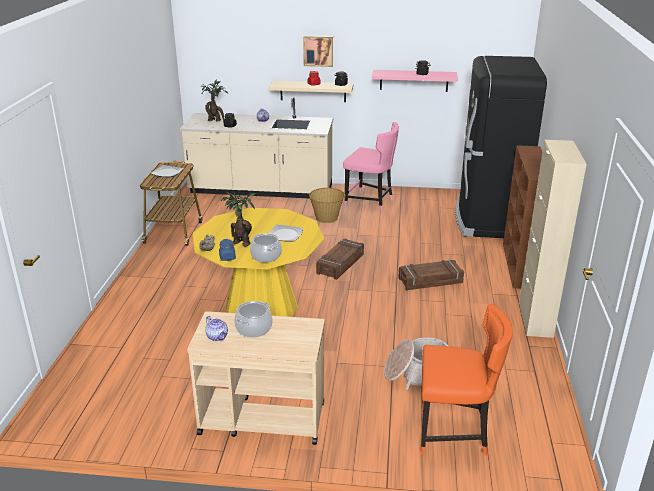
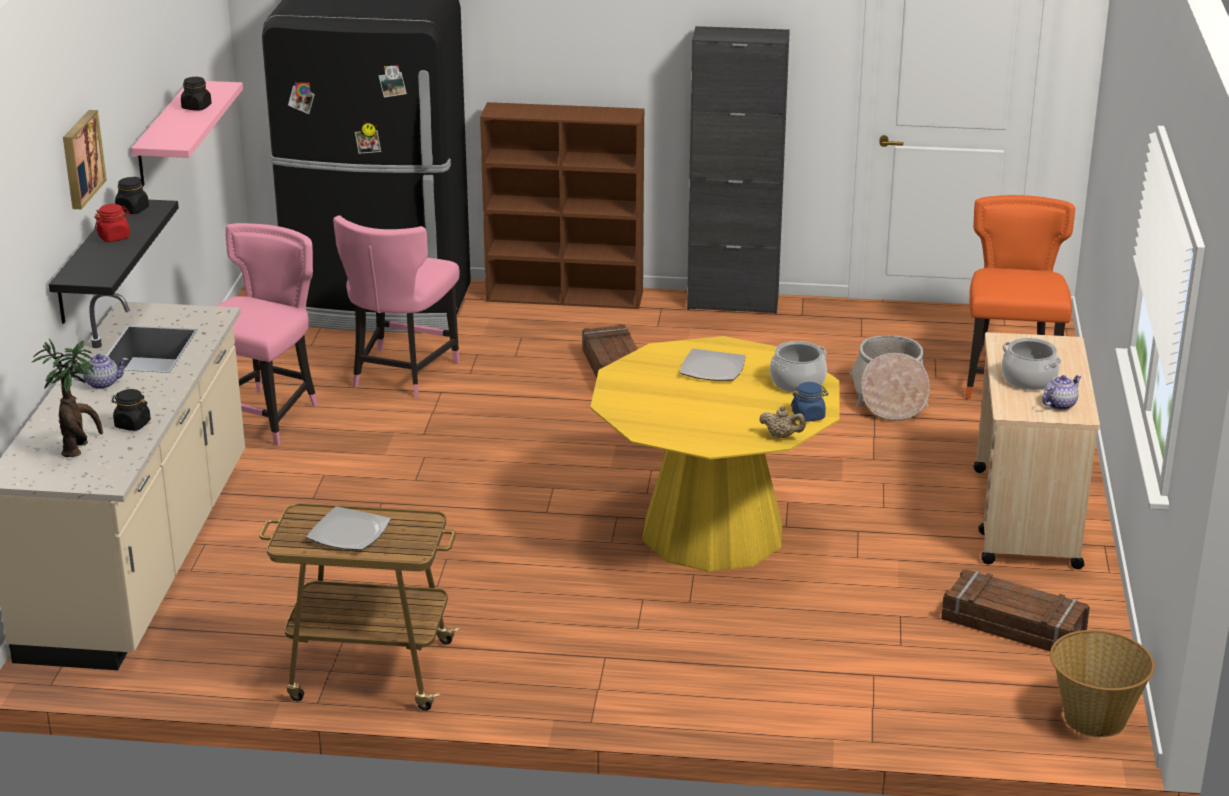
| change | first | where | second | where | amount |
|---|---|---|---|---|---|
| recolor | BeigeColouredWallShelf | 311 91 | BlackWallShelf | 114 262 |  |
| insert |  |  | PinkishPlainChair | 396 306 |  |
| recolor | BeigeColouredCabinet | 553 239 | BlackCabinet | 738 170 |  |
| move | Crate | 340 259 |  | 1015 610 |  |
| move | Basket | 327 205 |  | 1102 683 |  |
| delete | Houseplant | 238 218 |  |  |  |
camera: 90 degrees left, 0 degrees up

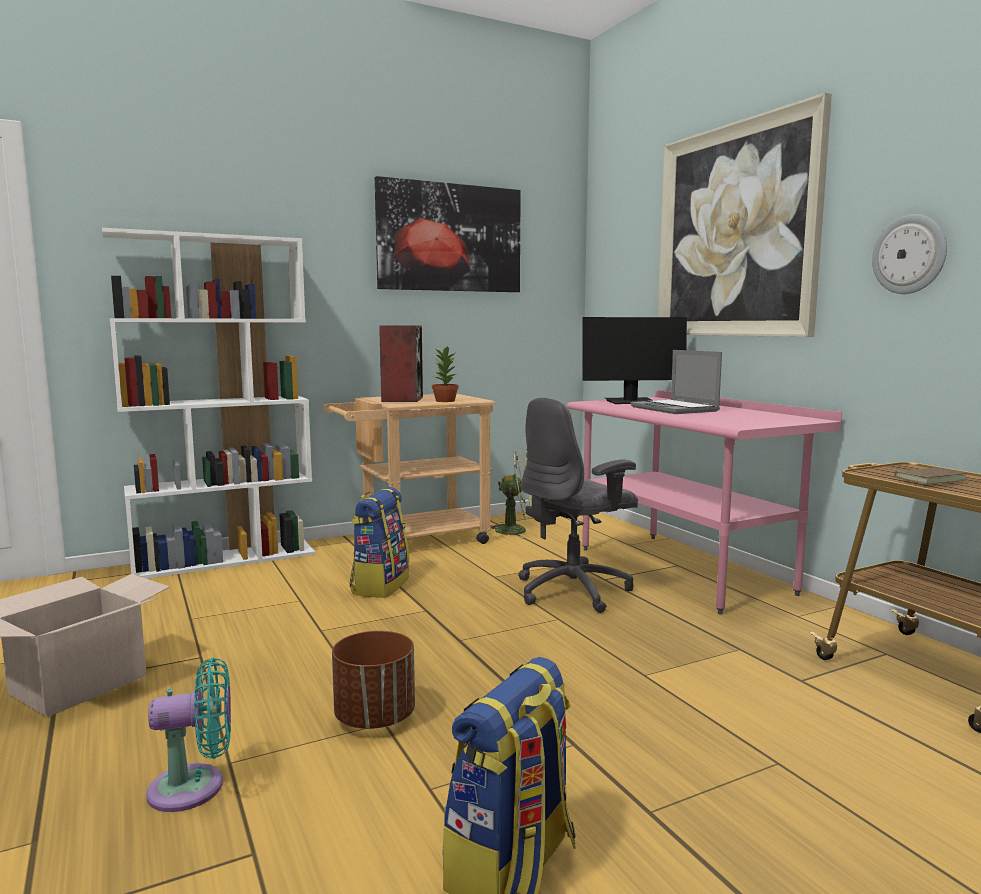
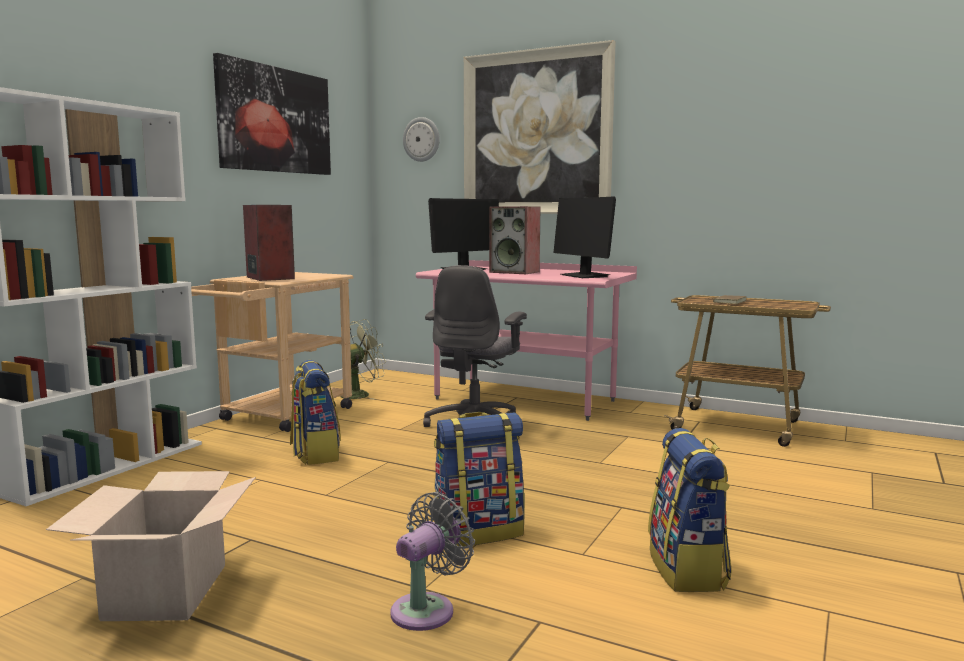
| change | first | where | second | where | amount |
|---|---|---|---|---|---|
| recolor | TurquoiseCoolingFan | 188 735 | GrayCoolingFan | 432 561 |  |
| move | WallClock | 909 254 |  | 421 139 |  |
| replace | BrownFlowerPot | 373 680 | Rucksack | 479 479 |  |
| replace | PortableComputer | 676 382 | Loudspeaker | 514 240 |  |
| insert |  |  | Monitor | 584 237 |  |
| delete | Houseplant | 445 374 |  |  |  |
camera: 35 degrees left, 0 degrees up

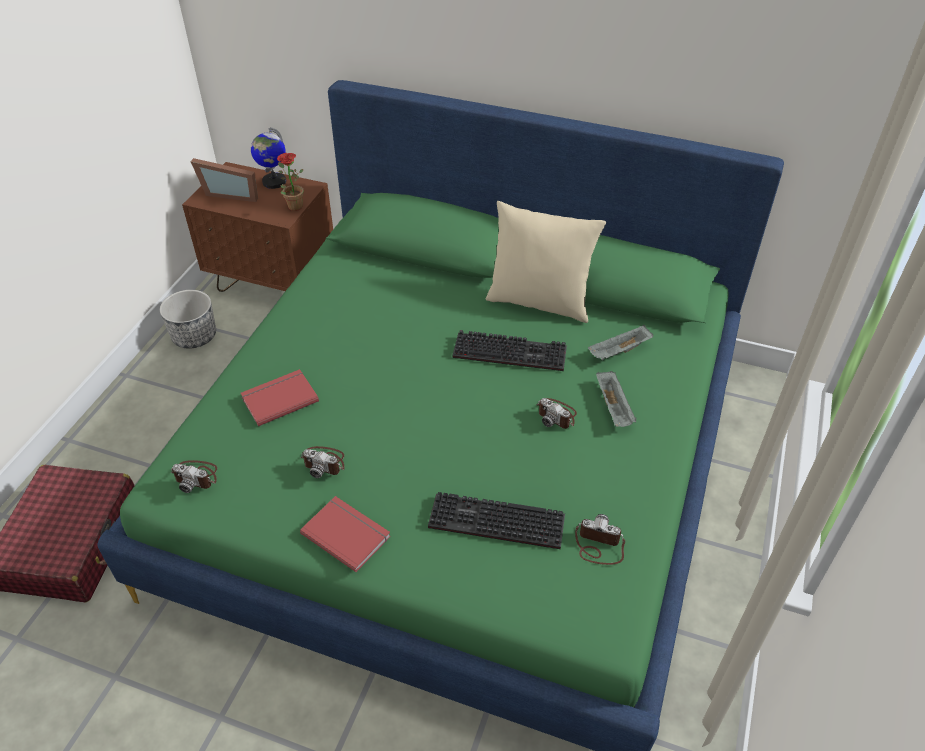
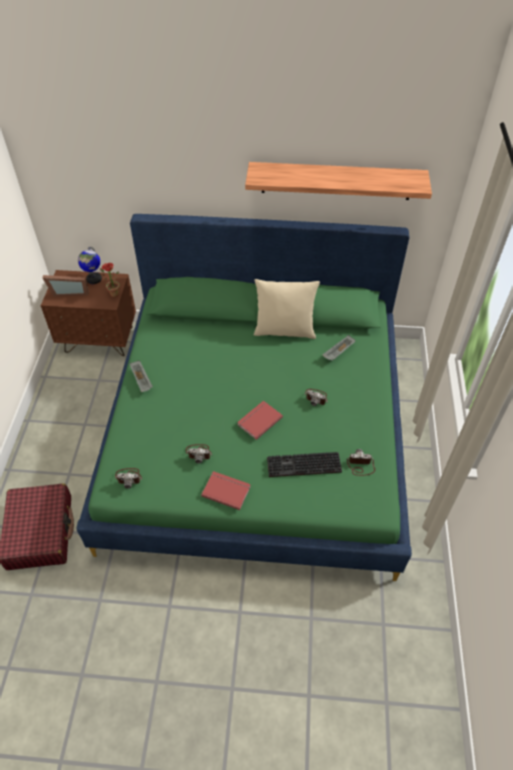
| change | first | where | second | where | amount |
|---|---|---|---|---|---|
| move | GrayServingTray | 616 399 |  | 141 376 |  |
| move | RedColouredVolume | 280 398 |  | 260 420 |  |
| insert |  |  | WallShelf | 338 181 |  |
| delete | FlowerPot | 188 319 |  |  |  |
| delete | PcKeyboard | 509 350 |  |  |  |
camera: 15 degrees left, 5 degrees up

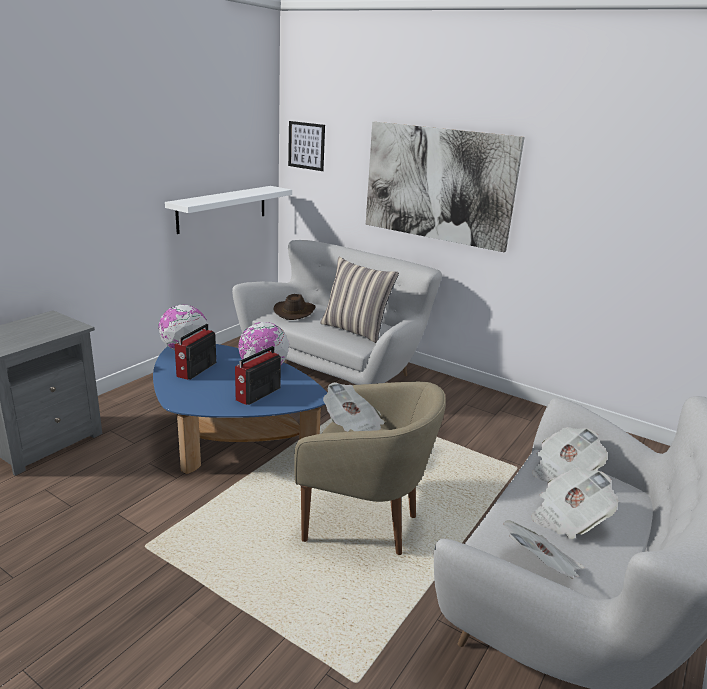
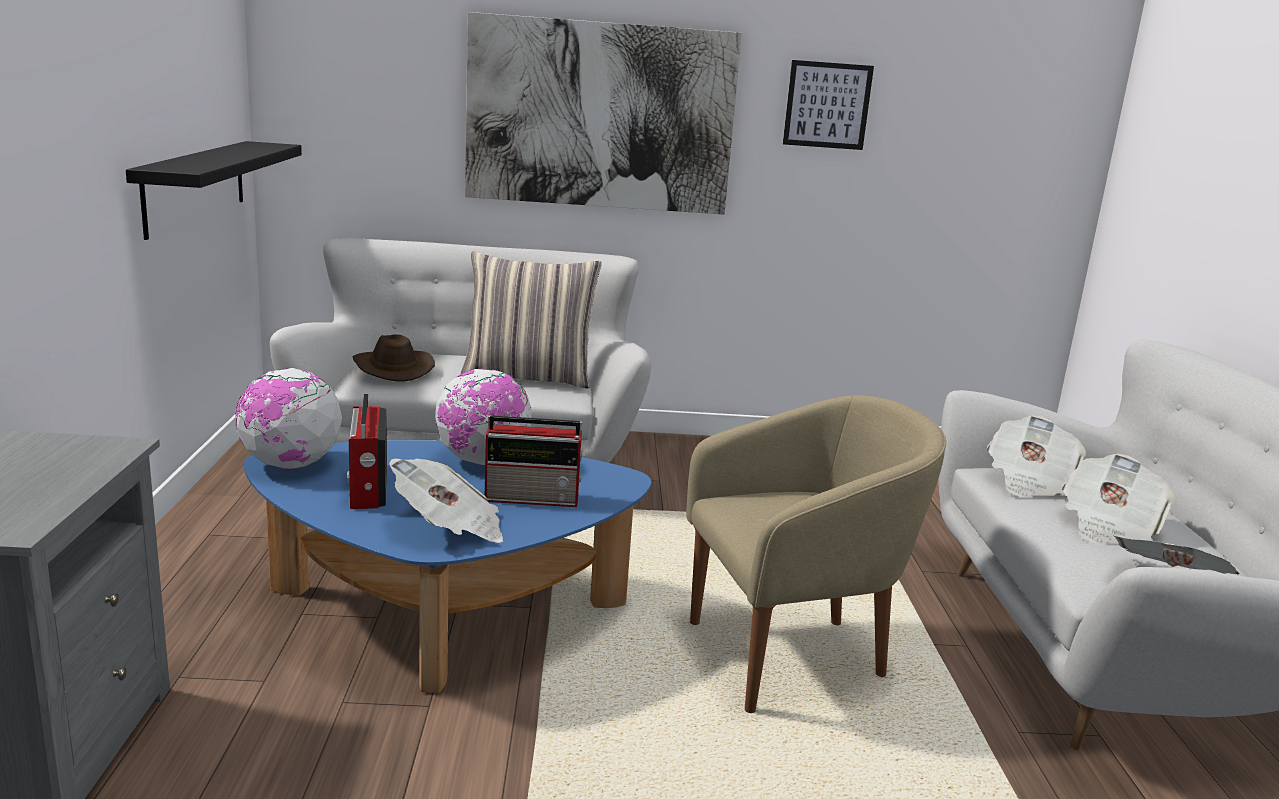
| change | first | where | second | where | amount |
|---|---|---|---|---|---|
| recolor | WhiteColouredWallShelf | 228 210 | BlackWallShelf | 214 190 |  |
| move | DailyPaper | 354 407 |  | 446 500 |  |
| rotate | RadioSet | 258 375 |  | 535 461 | 90 degrees counterclockwise |
| move | WallArt | 306 146 |  | 828 105 |  |
camera: 35 degrees left, 5 degrees down

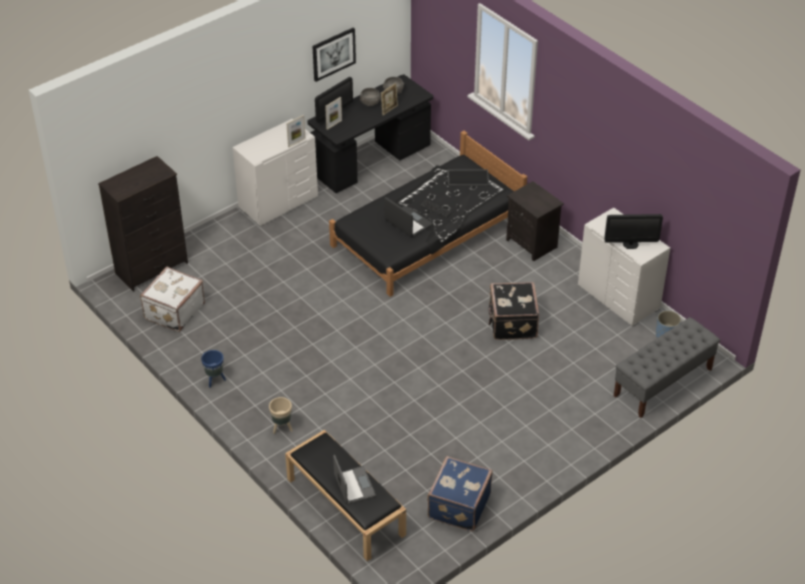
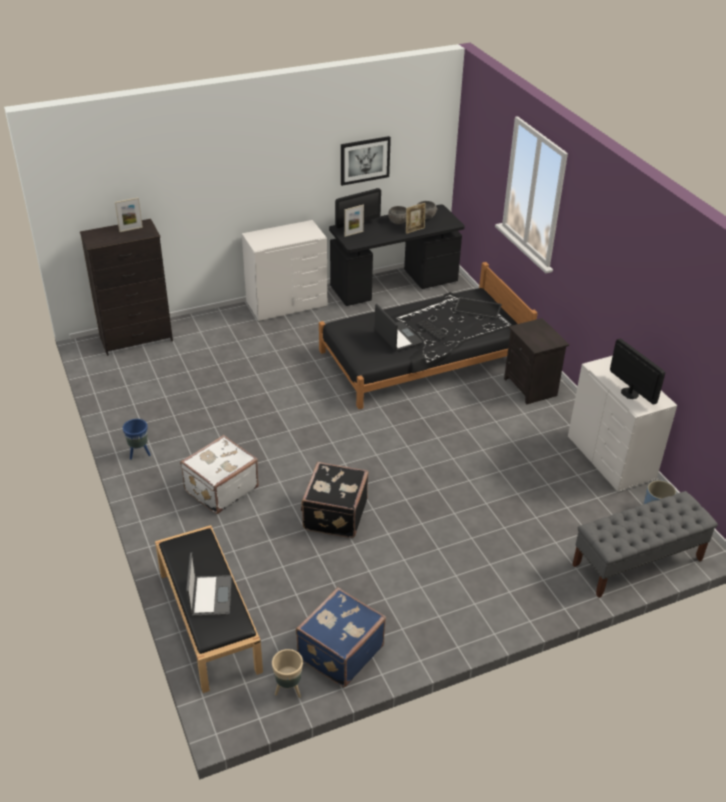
| change | first | where | second | where | amount |
|---|---|---|---|---|---|
| move | StandingFrame | 296 131 |  | 129 215 |  |
| move | WhiteColouredPieceOfLuggage | 172 299 |  | 219 474 |  |
| move | BeigeColouredFlowerPot | 281 415 |  | 287 673 |  |
| move | BlackPieceOfLuggage | 513 311 |  | 335 500 |  |
| rotate | Monitor | 633 231 |  | 637 372 | 135 degrees counterclockwise |
camera: 15 degrees right, 5 degrees down

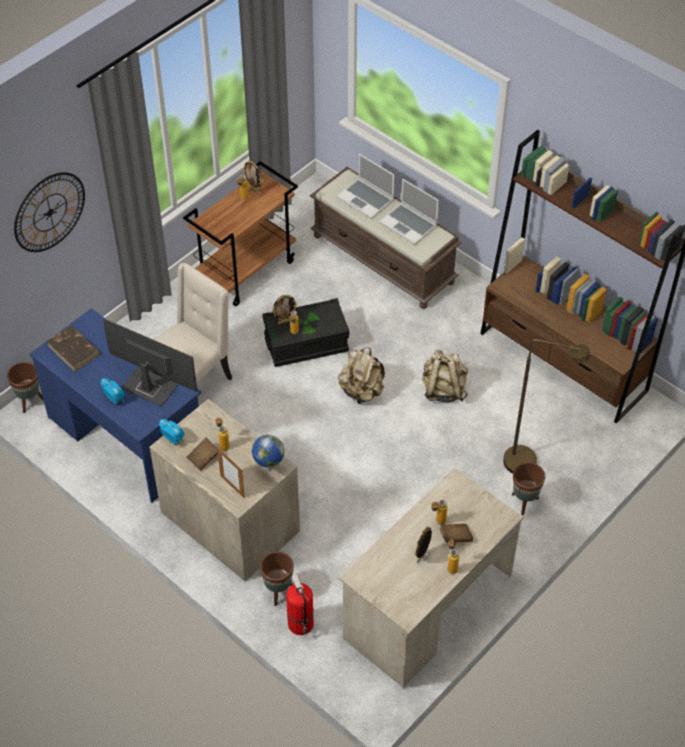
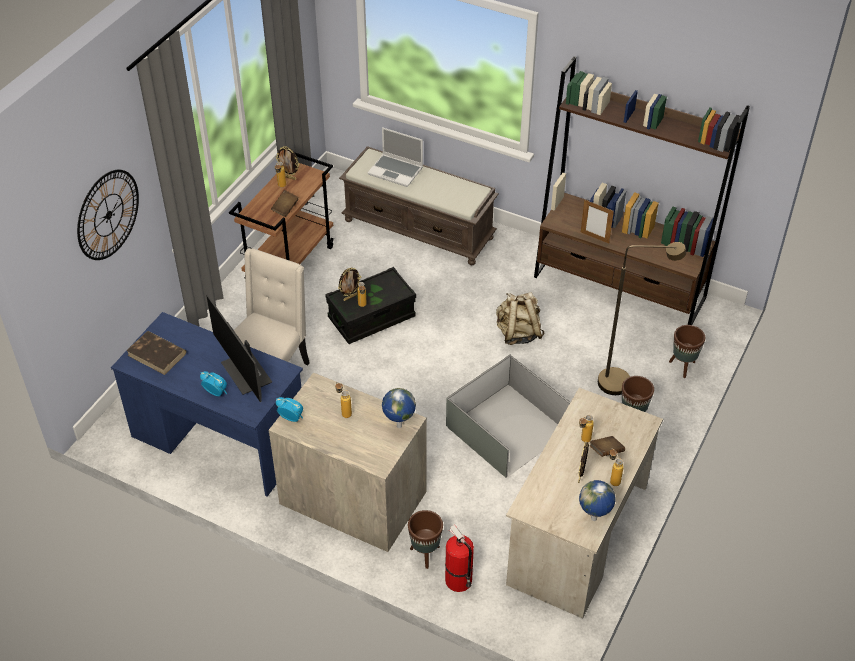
| change | first | where | second | where | amount |
|---|---|---|---|---|---|
| rotate | Monitor | 150 362 |  | 239 348 | 135 degrees counterclockwise |
| move | BrownVolume | 202 454 |  | 285 203 |  |
| insert |  |  | GrayStorageBox | 508 416 |  |
| insert |  |  | Globe | 597 500 |  |
| move | StandingFrame | 231 472 |  | 597 221 |  |
| move | BrownFlowerPot | 25 387 |  | 687 351 |  |
| delete | BeigeColouredRucksack | 361 375 |  |  |  |
| delete | PortableComputer | 409 212 |  |  |  |
camera: 15 degrees left, 5 degrees down

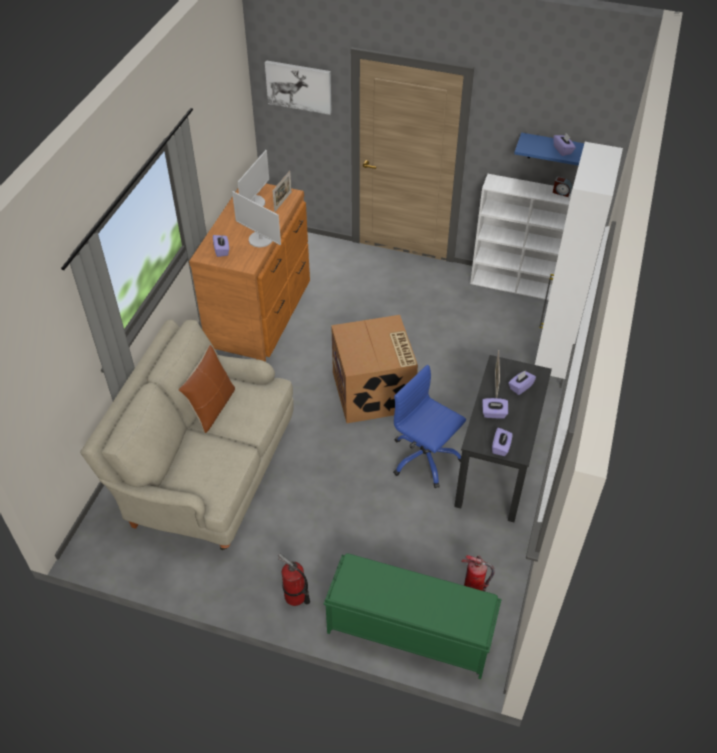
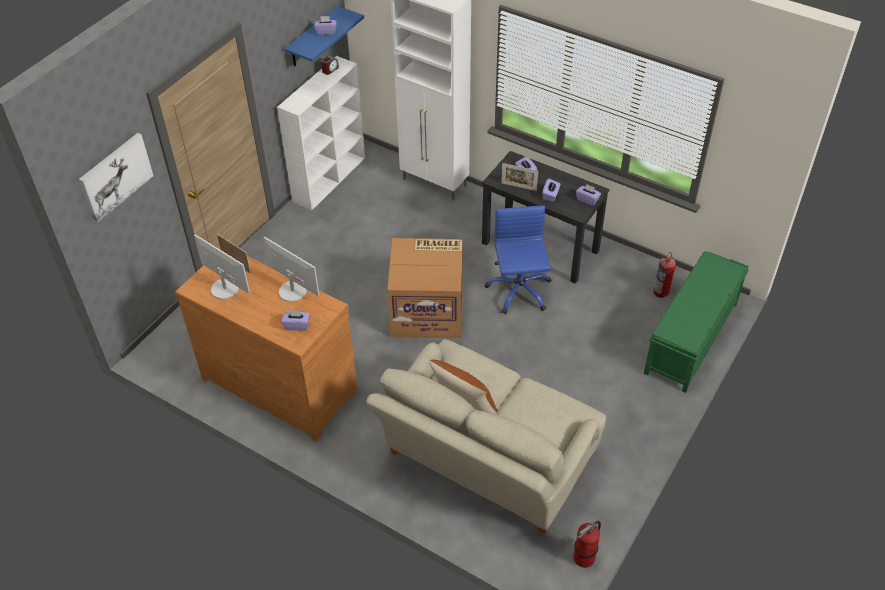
| change | first | where | second | where | amount |
|---|---|---|---|---|---|
| rotate | Monitor | 256 219 |  | 291 269 | 105 degrees counterclockwise |
| rotate | BlueOfficeChair | 429 426 |  | 518 259 | 120 degrees clockwise |
| move | FireExtinguisher | 294 580 |  | 587 544 |  |
camera: 75 degrees left, 0 degrees up

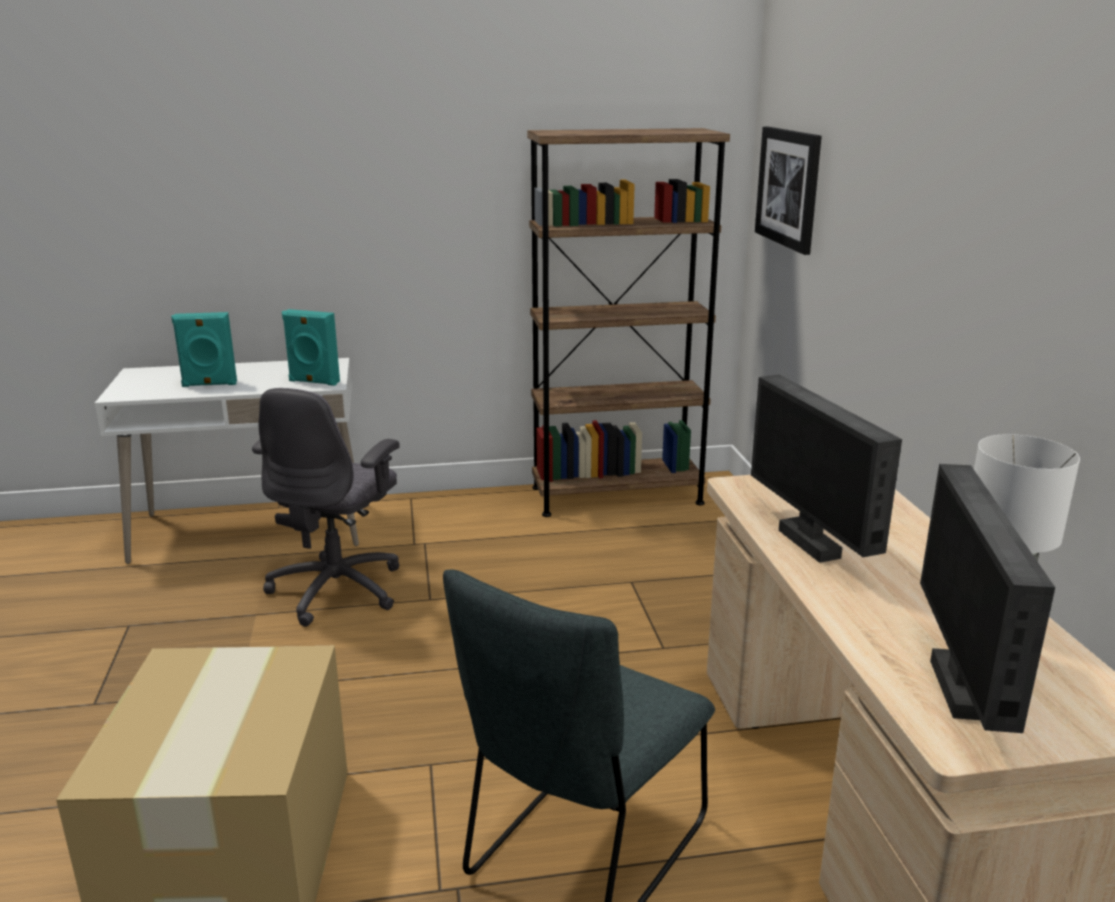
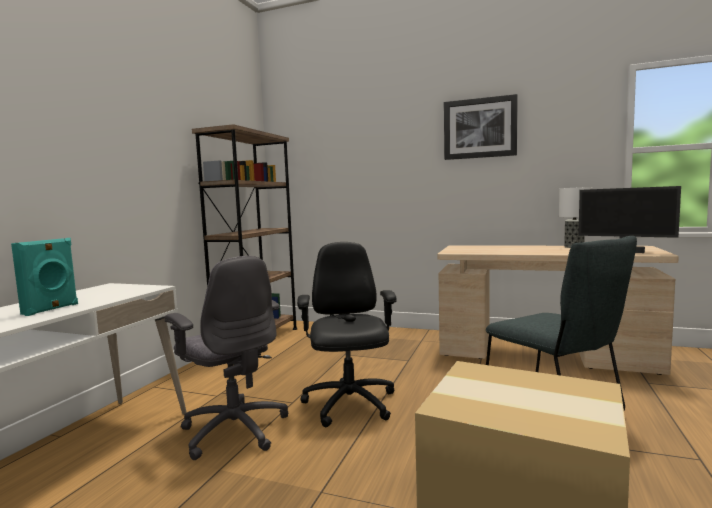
| change | first | where | second | where | amount |
|---|---|---|---|---|---|
| insert |  |  | BlackOfficeChair | 346 334 |  |
| move | WallArt | 788 191 |  | 481 127 |  |
| delete | TurquoiseLoudspeaker | 311 347 |  |  |  |
| delete | Monitor | 826 469 |  |  |  |
camera: 60 degrees left, 15 degrees down

